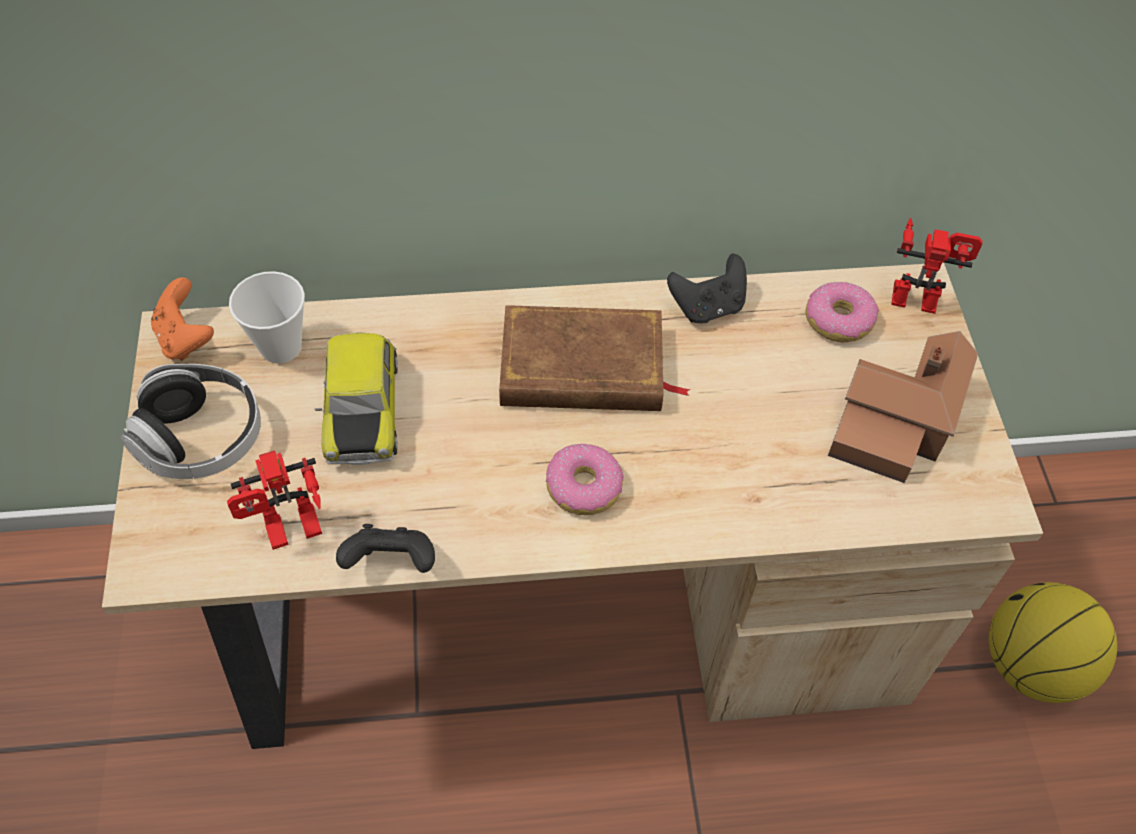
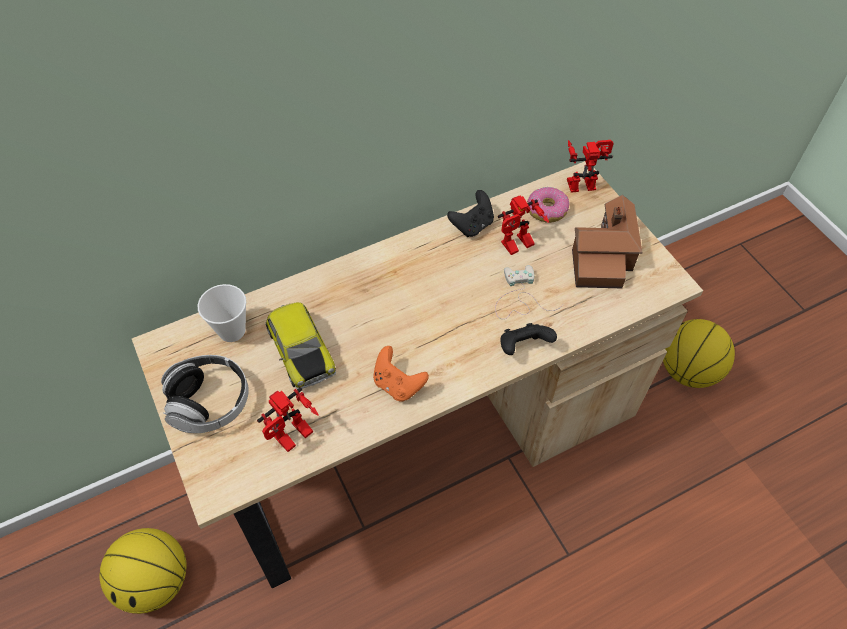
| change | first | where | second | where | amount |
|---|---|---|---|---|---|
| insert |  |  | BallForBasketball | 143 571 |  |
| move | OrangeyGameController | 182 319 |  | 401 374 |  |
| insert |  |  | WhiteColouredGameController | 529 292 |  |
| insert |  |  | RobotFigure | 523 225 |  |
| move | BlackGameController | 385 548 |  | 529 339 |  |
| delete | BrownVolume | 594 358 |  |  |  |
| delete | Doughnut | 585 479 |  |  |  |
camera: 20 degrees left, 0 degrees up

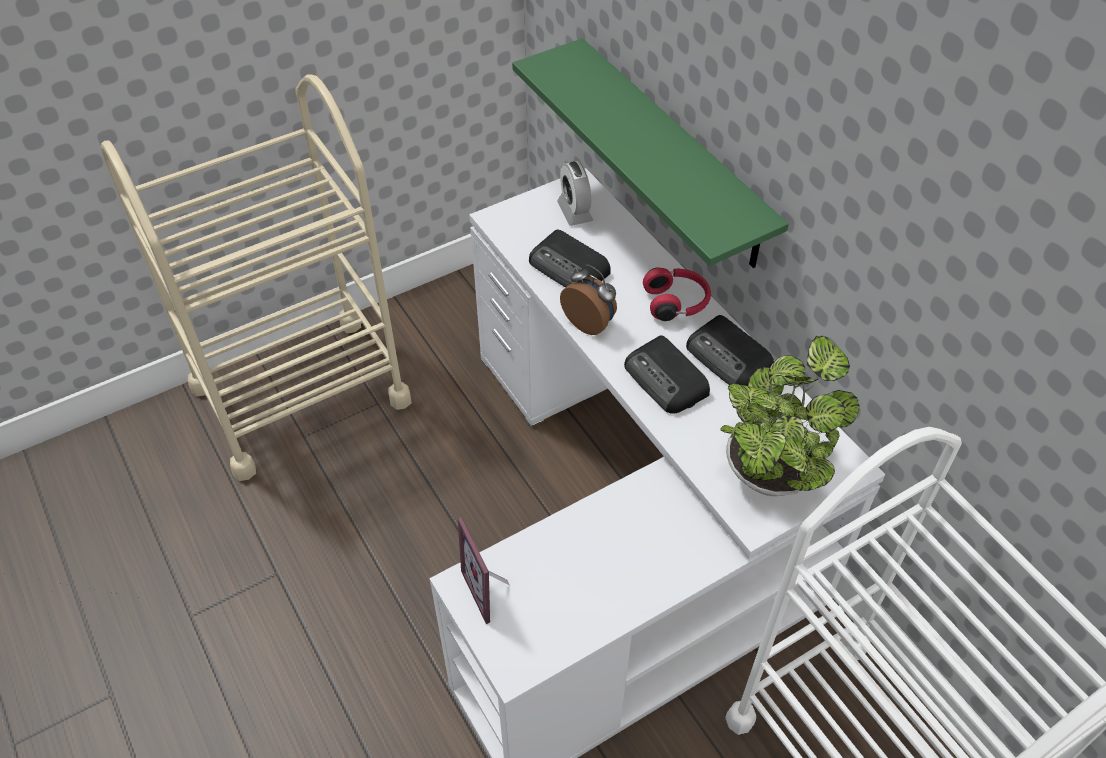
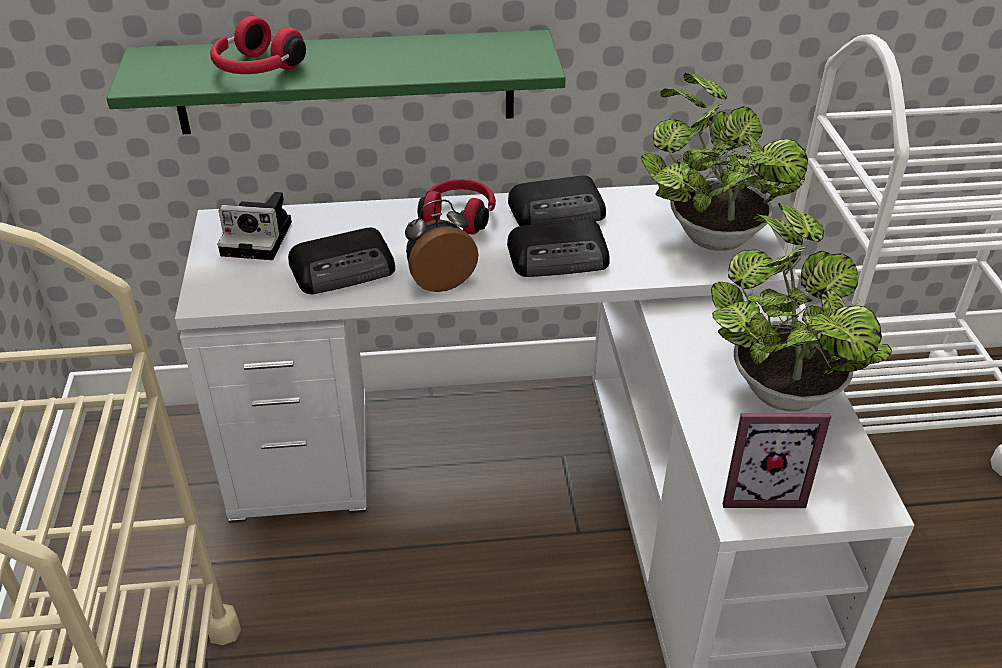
| change | first | where | second | where | amount |
|---|---|---|---|---|---|
| insert |  |  | RedColouredHeadphones | 258 45 |  |
| replace | TableClock | 575 193 | PhotoCamera | 254 226 |  |
| insert |  |  | Houseplant | 801 307 |  |
camera: 65 degrees left, 10 degrees down

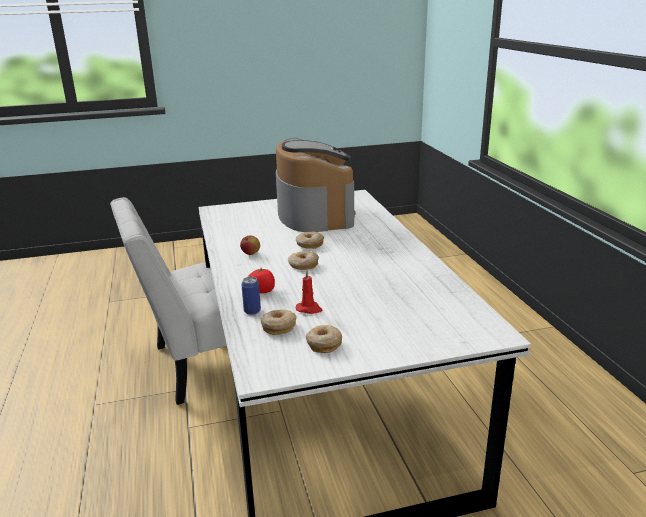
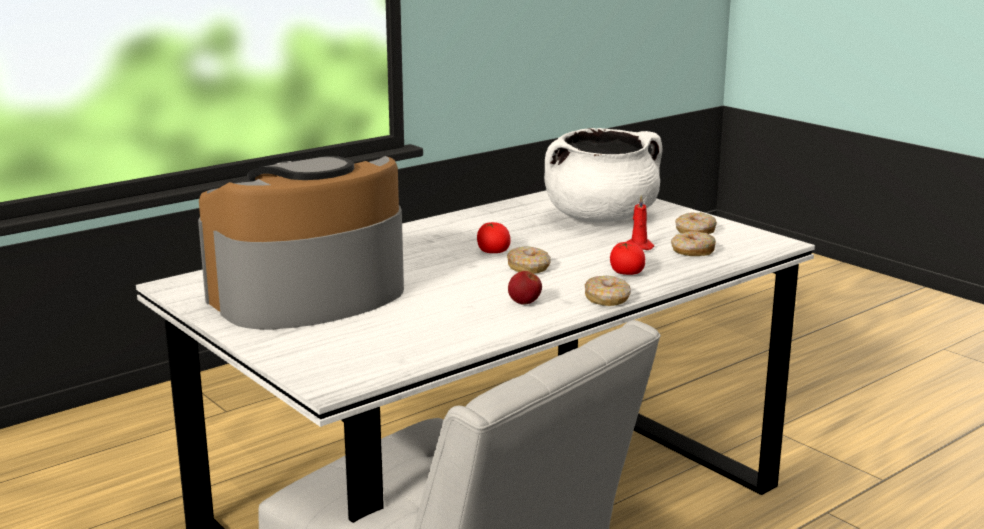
| change | first | where | second | where | amount |
|---|---|---|---|---|---|
| insert |  |  | WholeTomato | 494 237 |  |
| insert |  |  | WhiteColouredSaucepot | 603 175 |  |
| move | Doughnut | 310 240 |  | 608 291 |  |
| delete | Can | 251 296 |  |  |  |
camera: 115 degrees left, 5 degrees down

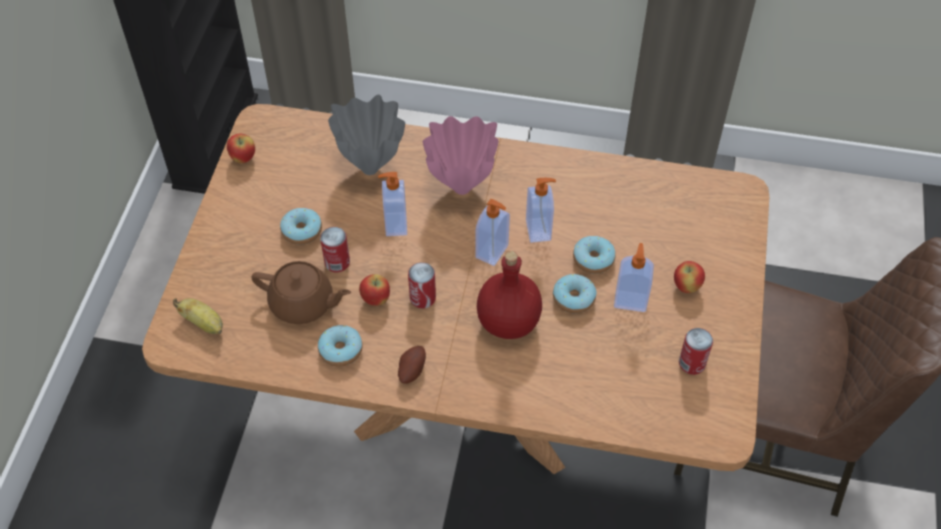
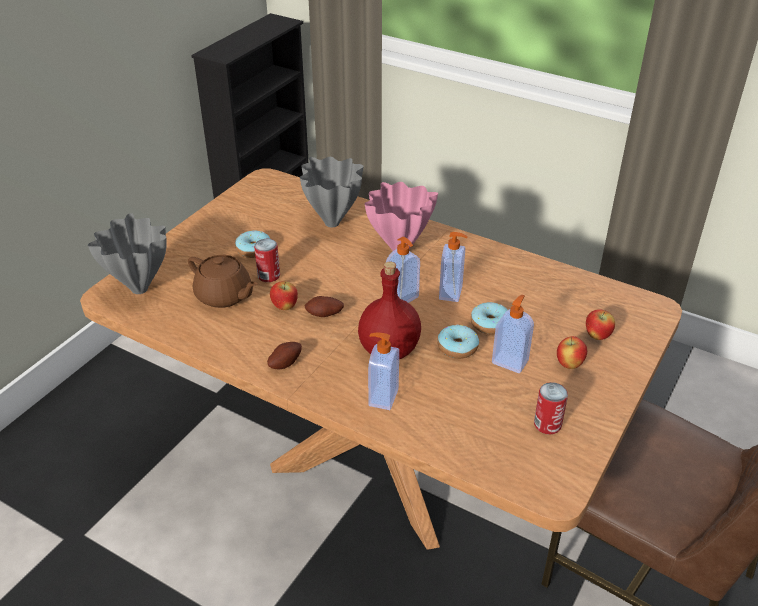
| change | first | where | second | where | amount |
|---|---|---|---|---|---|
| replace | Banana | 198 316 | GrayFlowerVase | 127 253 |  |
| replace | Can | 422 285 | Spud | 324 306 |  |
| move | LiquidSoapBottle | 392 204 |  | 383 371 |  |
| move | WholeApple | 241 148 |  | 600 324 |  |
| delete | Doughnut | 340 346 |  |  |  |
camera: 20 degrees right, 15 degrees down

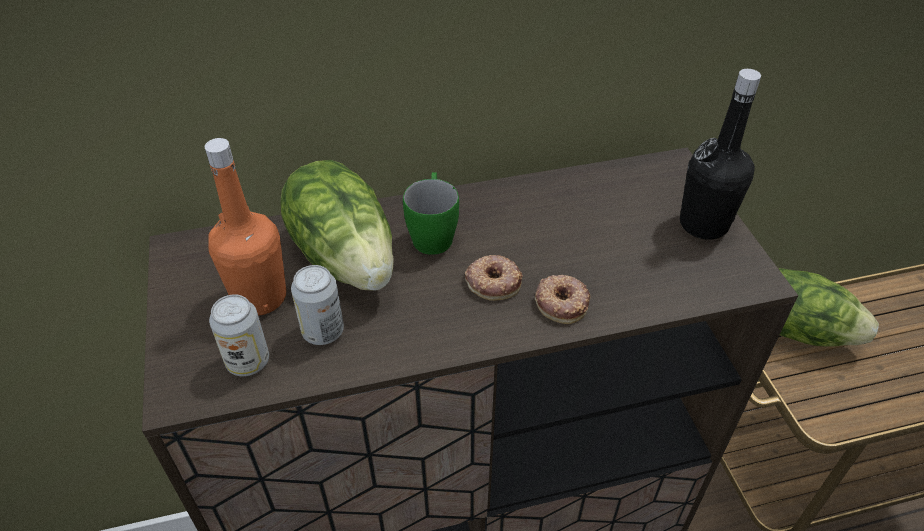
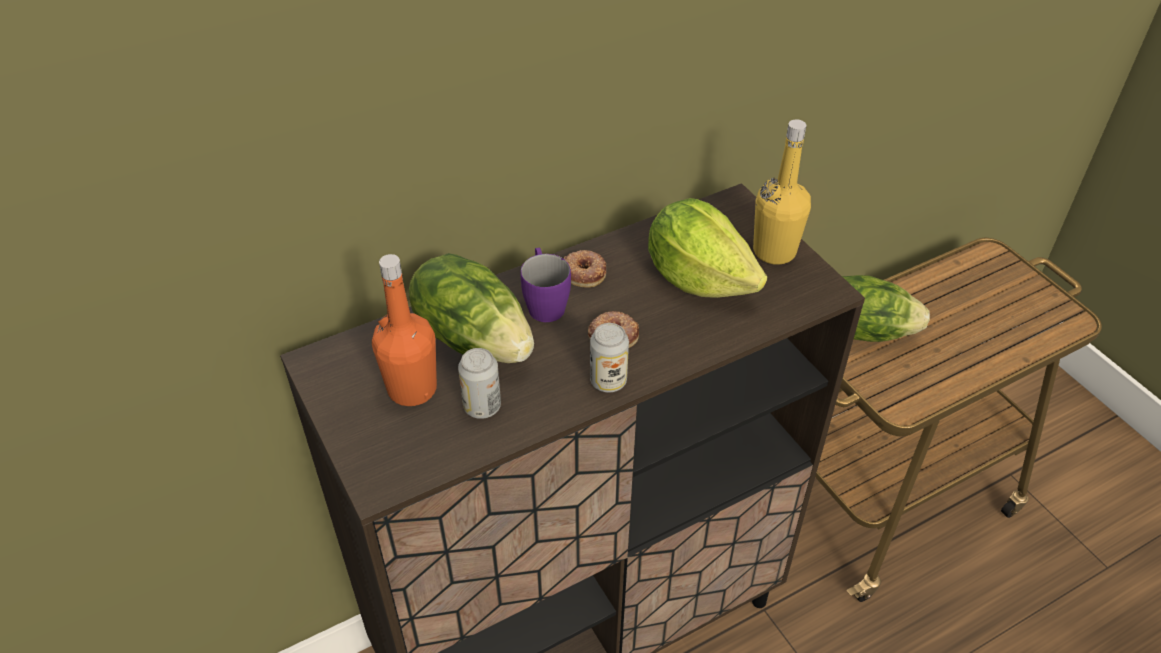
| change | first | where | second | where | amount |
|---|---|---|---|---|---|
| recolor | GreenCoffeeMug | 431 213 | PurpleCoffeeMug | 545 284 |  |
| move | Doughnut | 563 299 |  | 585 269 |  |
| move | Can | 239 335 |  | 609 357 |  |
| insert |  |  | LettuceHead | 708 248 |  |
| recolor | BlackBottle | 720 154 | YellowBottle | 782 192 |  |
camera: 15 degrees left, 0 degrees up

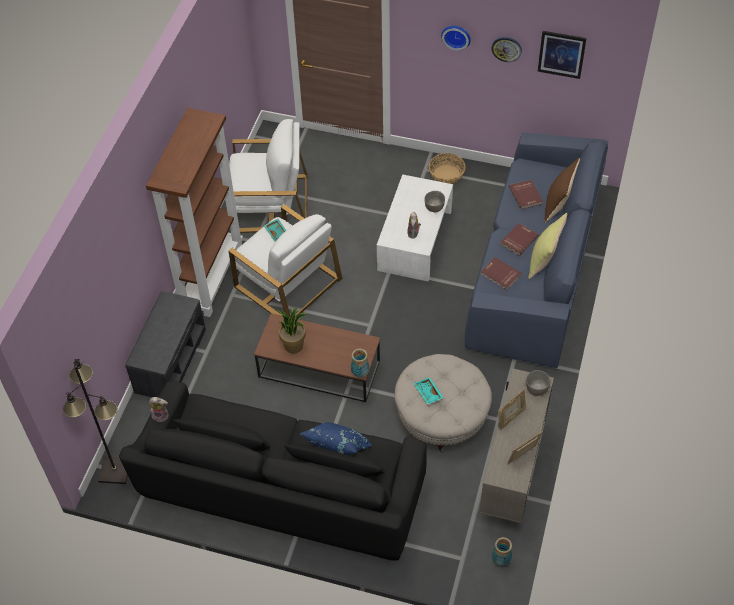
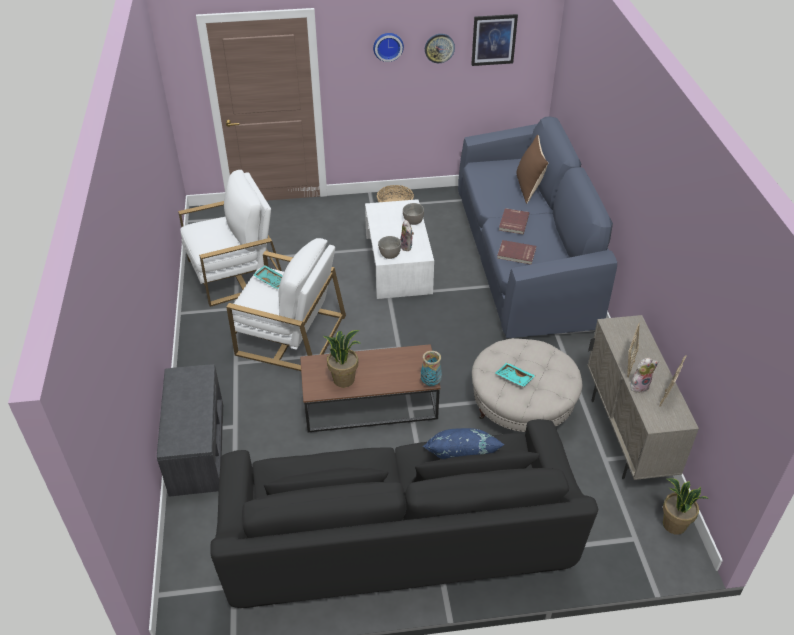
| change | first | where | second | where | amount |
|---|---|---|---|---|---|
| move | GrayBowl | 538 383 |  | 389 247 |  |
| move | PlushToy | 159 409 |  | 644 375 |  |
| replace | FlowerVase | 502 551 | Houseplant | 686 506 |  |
| delete | BlackStandingLamp | 95 421 |  |  |  |
| delete | BrownBookshelf | 194 212 |  |  |  |
| delete | RedColouredVolume | 526 194 |  |  |  |
| delete | YellowCushion | 547 246 |  |  |  |
camera: 25 degrees left, 10 degrees down

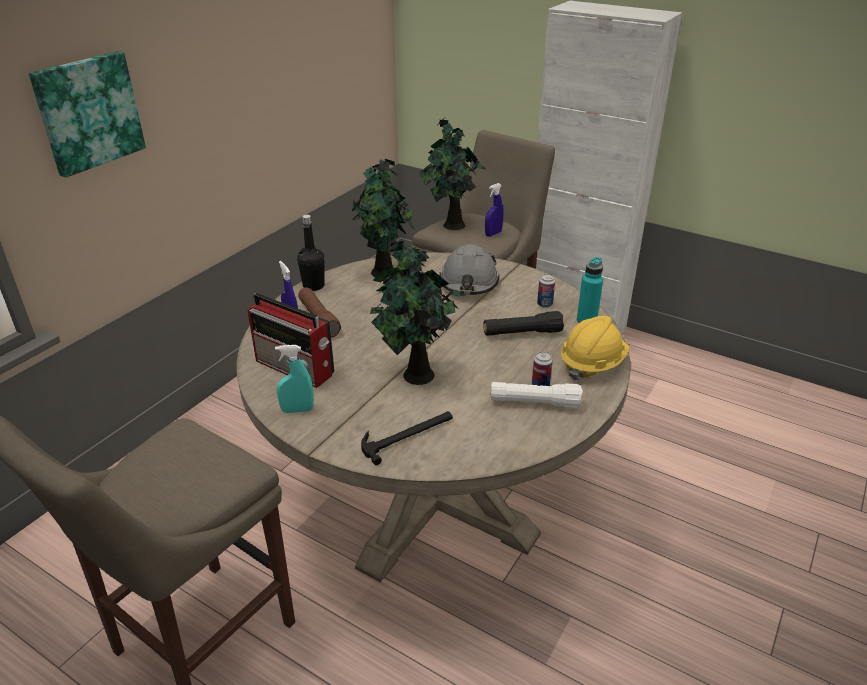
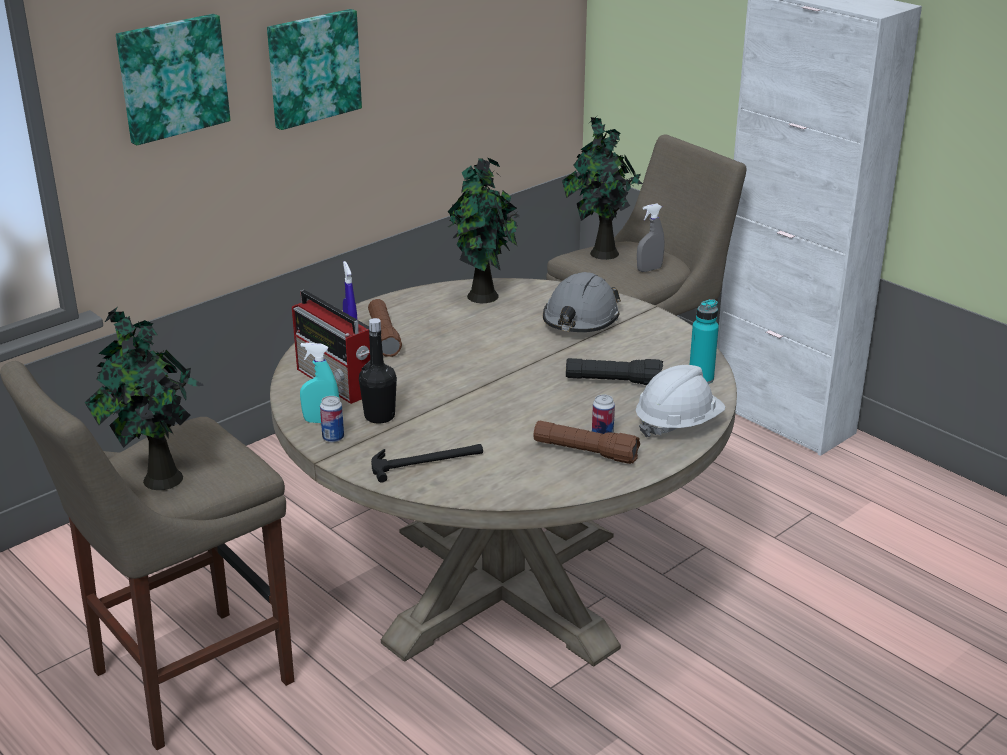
| change | first | where | second | where | amount |
|---|---|---|---|---|---|
| move | Houseplant | 418 311 |  | 144 398 |  |
| insert |  |  | WallArt | 314 69 |  |
| move | Can | 546 291 |  | 332 419 |  |
| move | BlackBottle | 311 253 |  | 378 371 |  |
| recolor | WhiteColouredFlashlight | 537 395 | BrownFlashlight | 586 442 |  |
| recolor | YellowHardHat | 595 348 | WhiteColouredHardHat | 680 401 |  |
| recolor | BlueHandSprayer | 494 210 | GrayHandSprayer | 650 238 |  |
camera: 15 degrees right, 5 degrees down

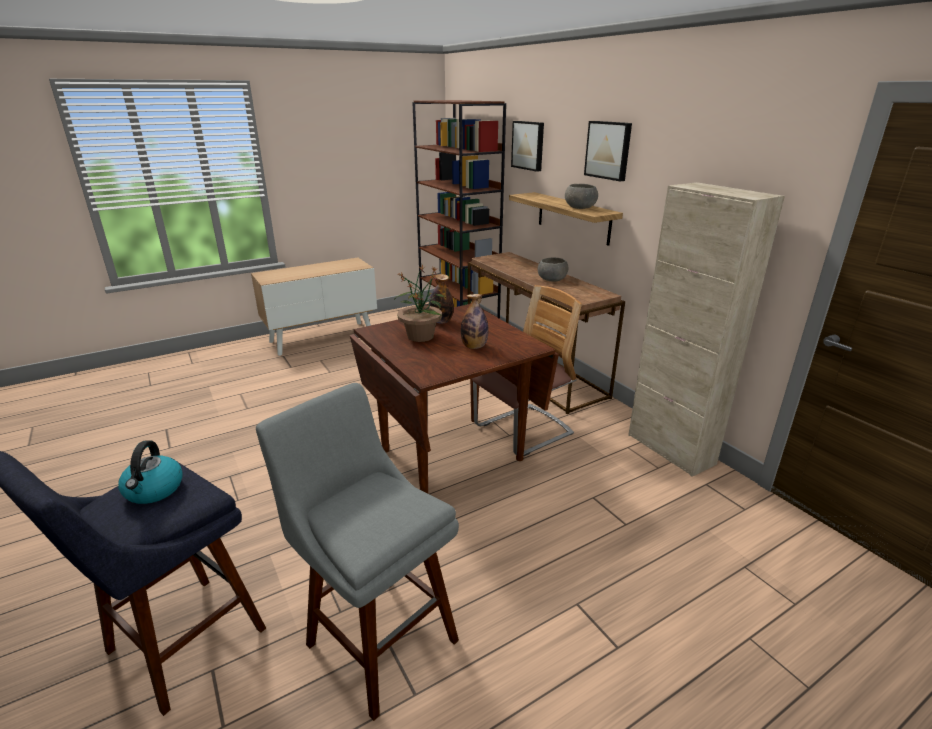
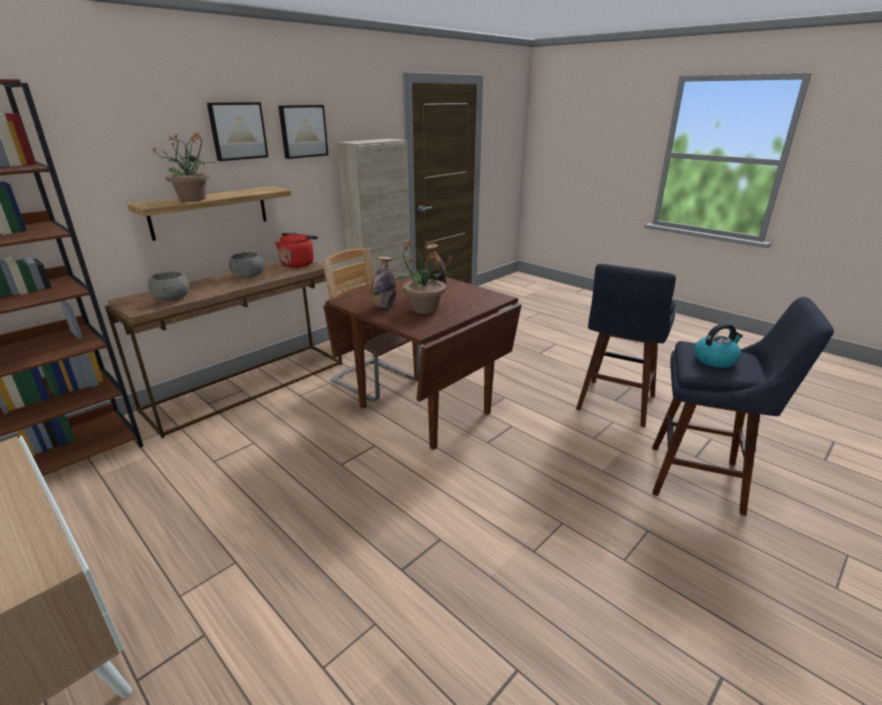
| change | first | where | second | where | amount |
|---|---|---|---|---|---|
| move | GrayBowl | 581 196 |  | 168 286 |  |
| insert |  |  | Houseplant | 183 167 |  |
| insert |  |  | RedColouredWaterKettle | 296 250 |  |
| move | WallArt | 527 146 |  | 303 132 |  |
| recolor | GrayStoolSeat | 357 552 | BlueStoolSeat | 626 345 |  |
camera: 105 degrees left, 0 degrees up

